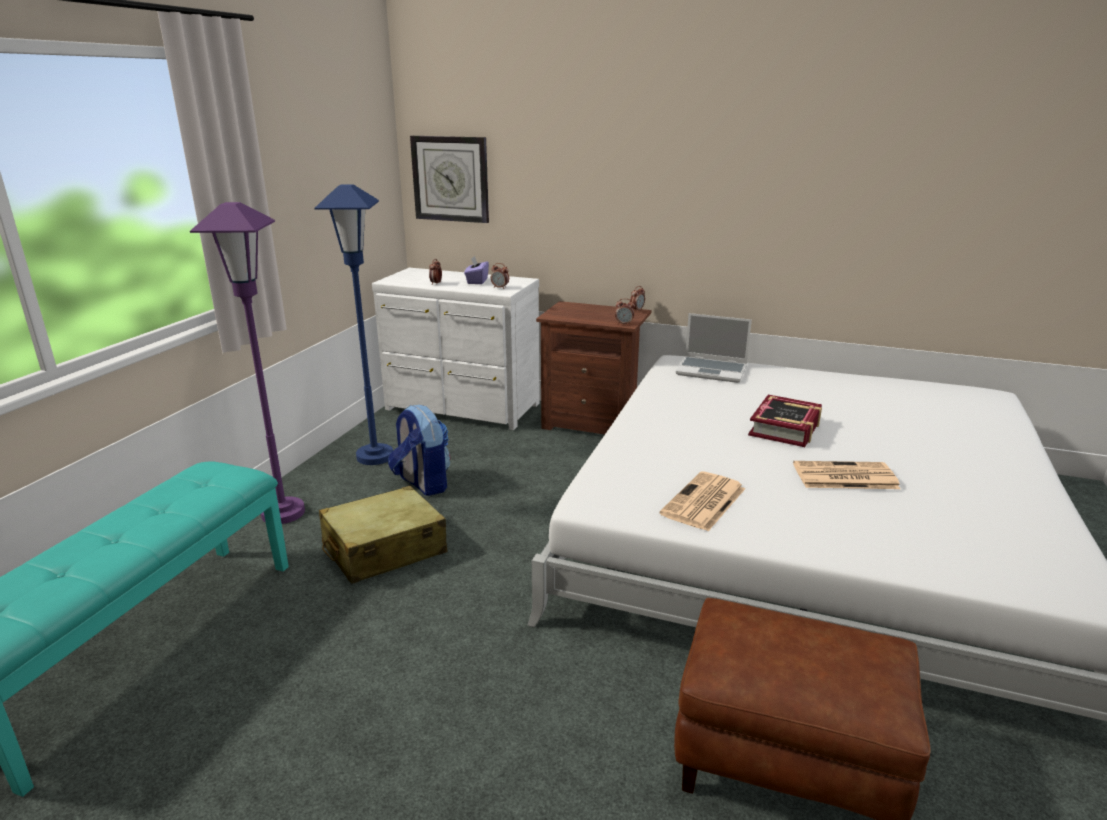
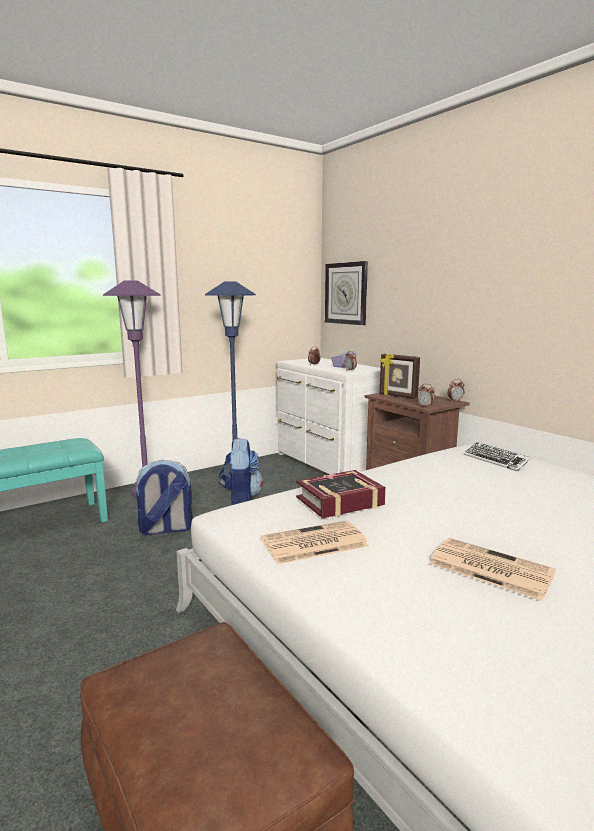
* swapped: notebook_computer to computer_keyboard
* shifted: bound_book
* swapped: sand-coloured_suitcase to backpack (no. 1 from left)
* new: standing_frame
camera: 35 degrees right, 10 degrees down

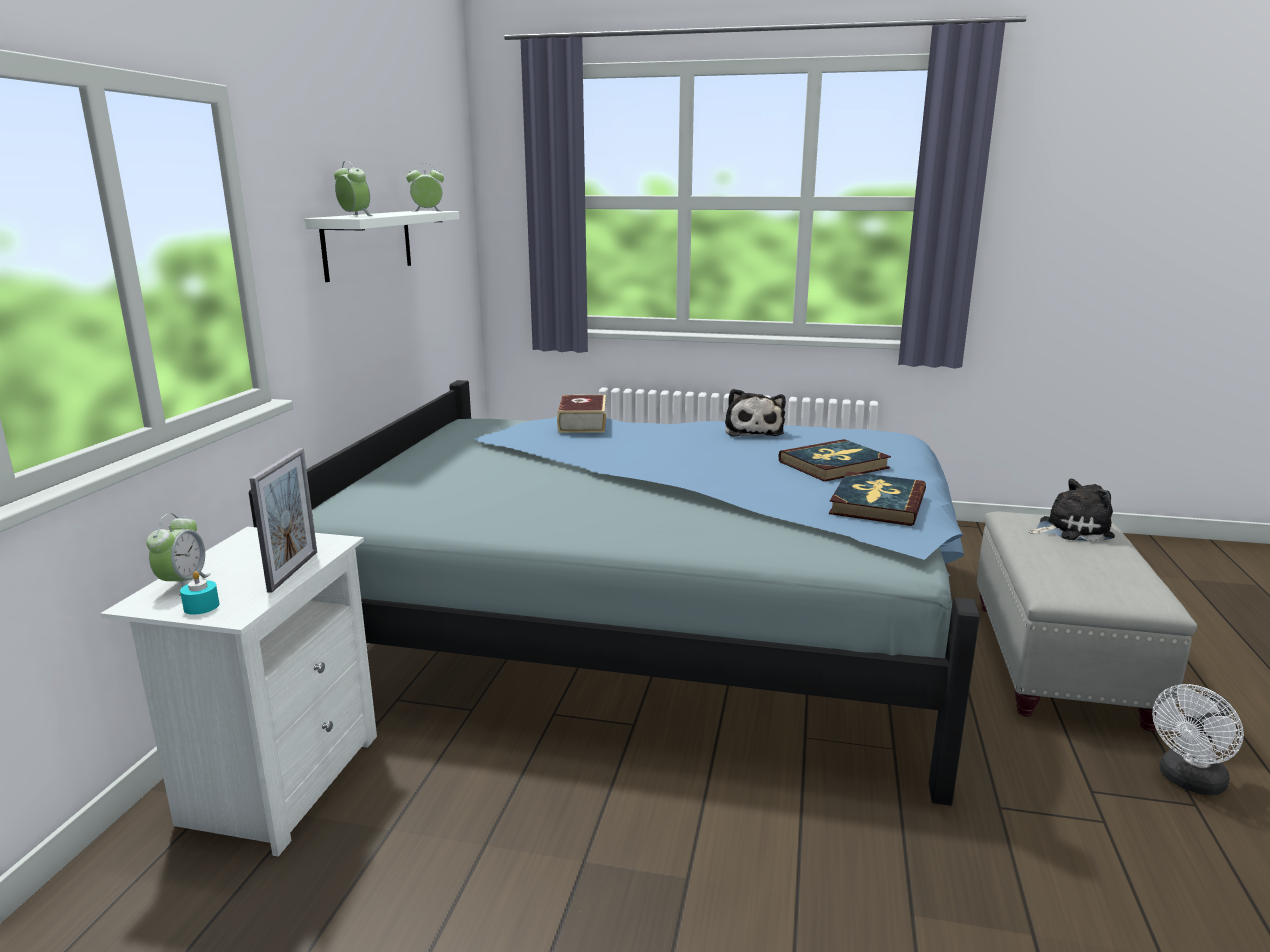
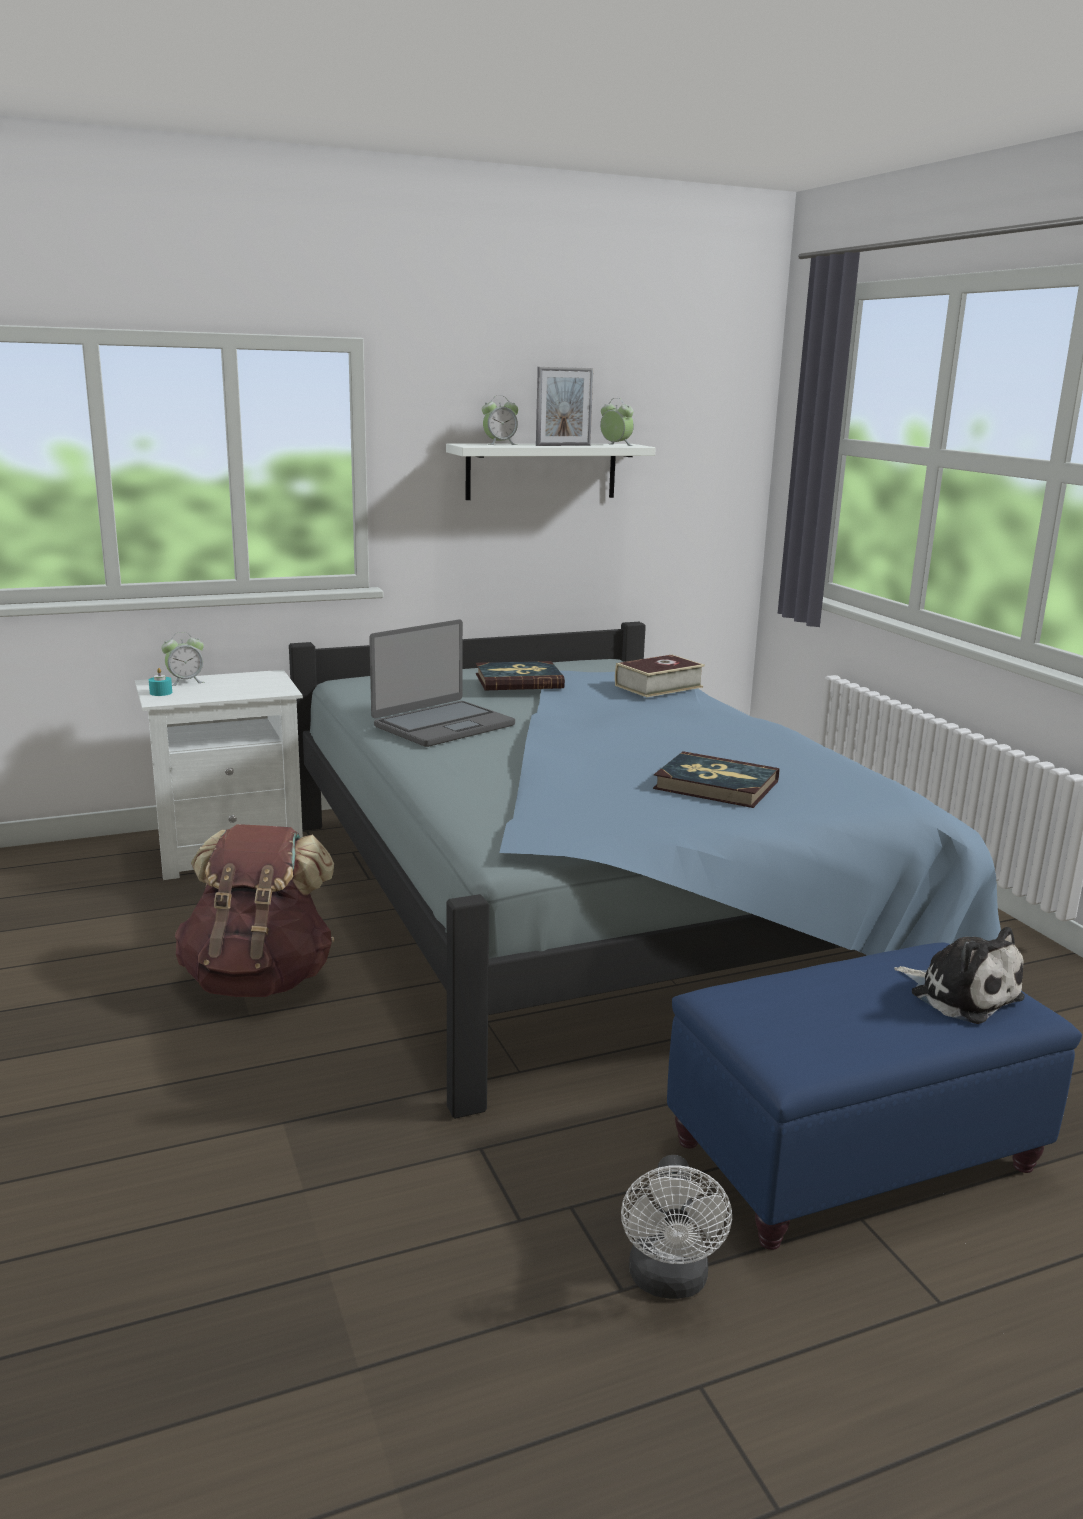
* rotated: bedside_clock (no. 2 from left) 60 degrees clockwise
* gone: soft_toy (no. 1 from left)
* shifted: standing_frame
* shifted: bound_book (no. 3 from left in the first image) to bound_book (no. 1 from left)
* repainted: gray_ottoman to blue-coloured_ottoman
* rotated: whitish_electric_fan 105 degrees counterclockwise
* new: notebook_computer
* new: brownish_backpack
camera: 55 degrees right, 0 degrees up

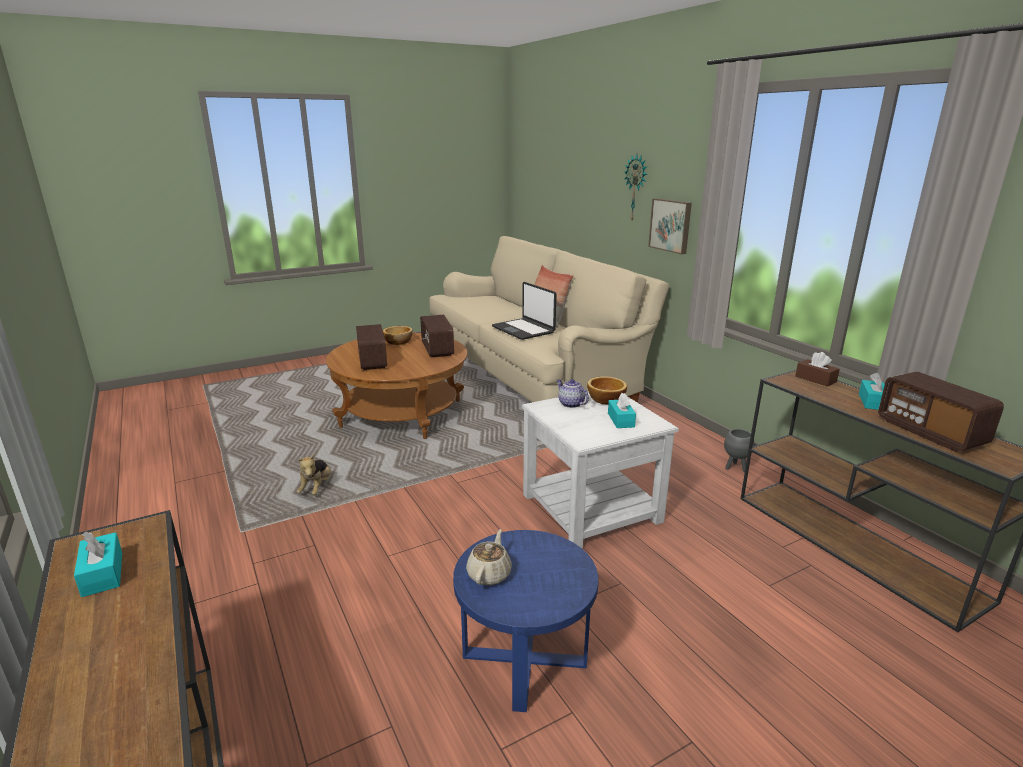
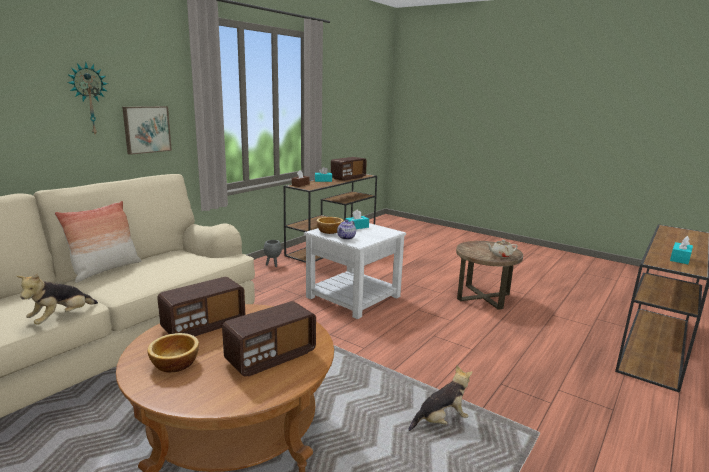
* gone: notebook_computer
* repainted: blue-coloured_end_table to brownish_end_table
* new: soft_toy (no. 1 from left)
camera: 115 degrees left, 5 degrees down

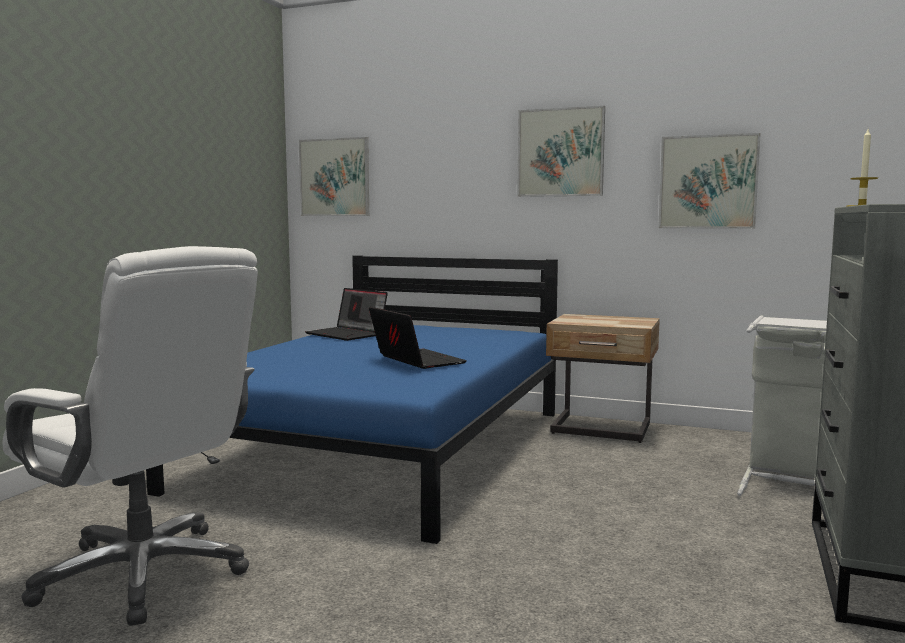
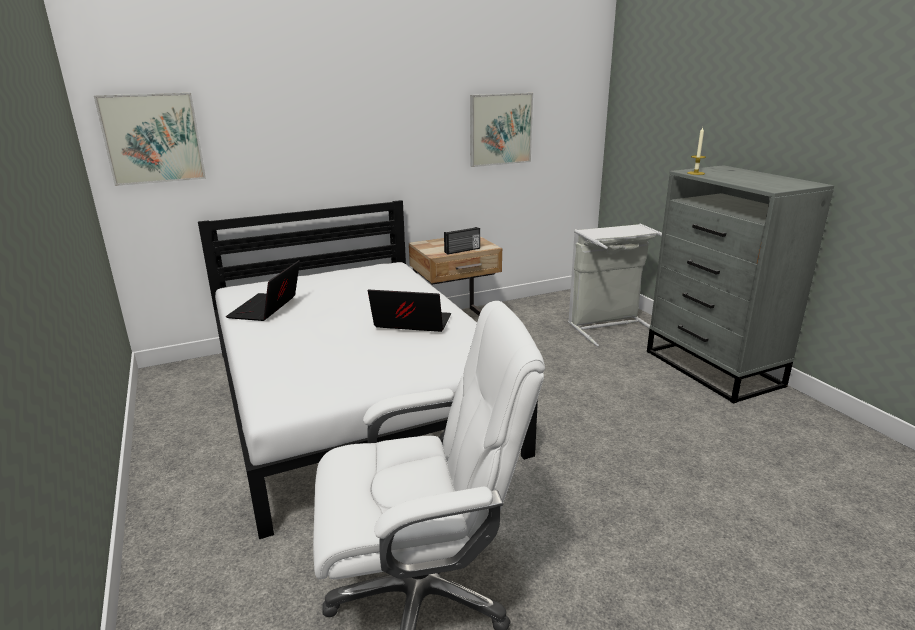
* gone: wall_art (no. 2 from left)
* repainted: blue-coloured_bed to whitish_bed
* rotated: notebook_computer (no. 1 from left) 105 degrees clockwise
* new: radio_set
camera: 45 degrees left, 15 degrees up

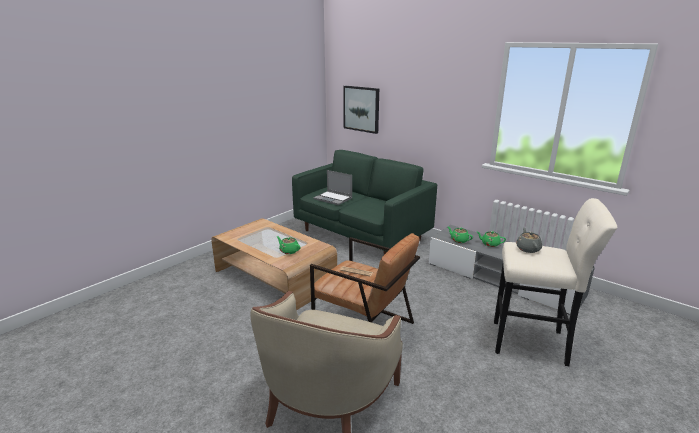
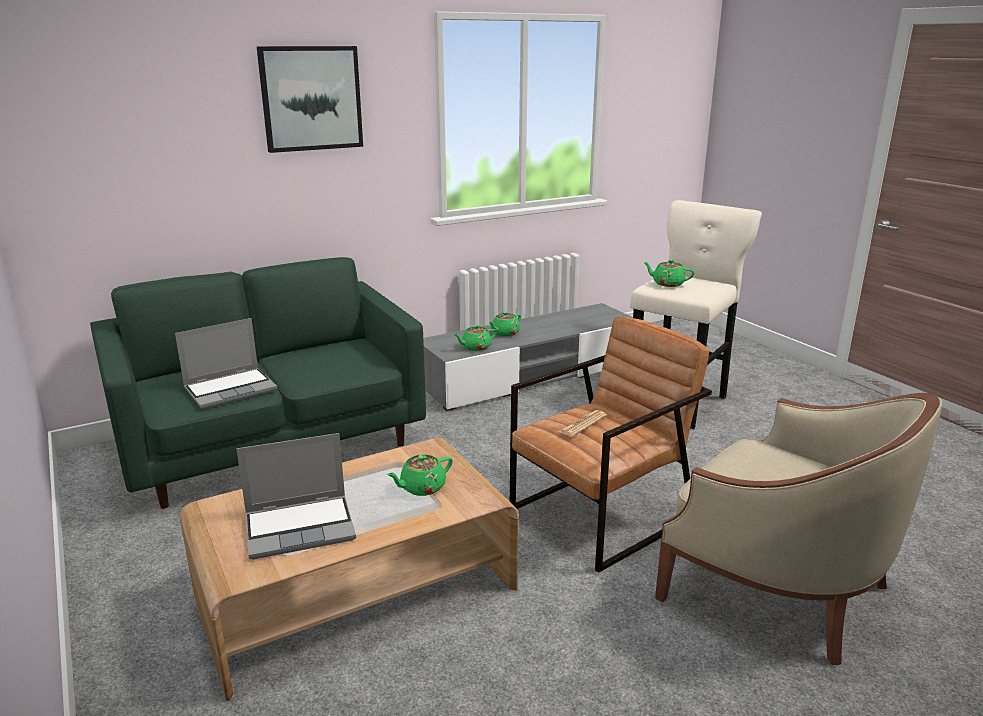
* shifted: wall_art
* repainted: gray_tea_pot to green-coloured_tea_pot (no. 4 from left)
* new: notebook_computer (no. 2 from left)
camera: 70 degrees left, 0 degrees up

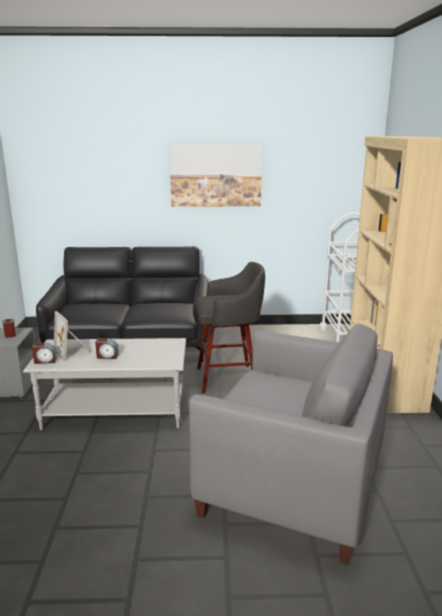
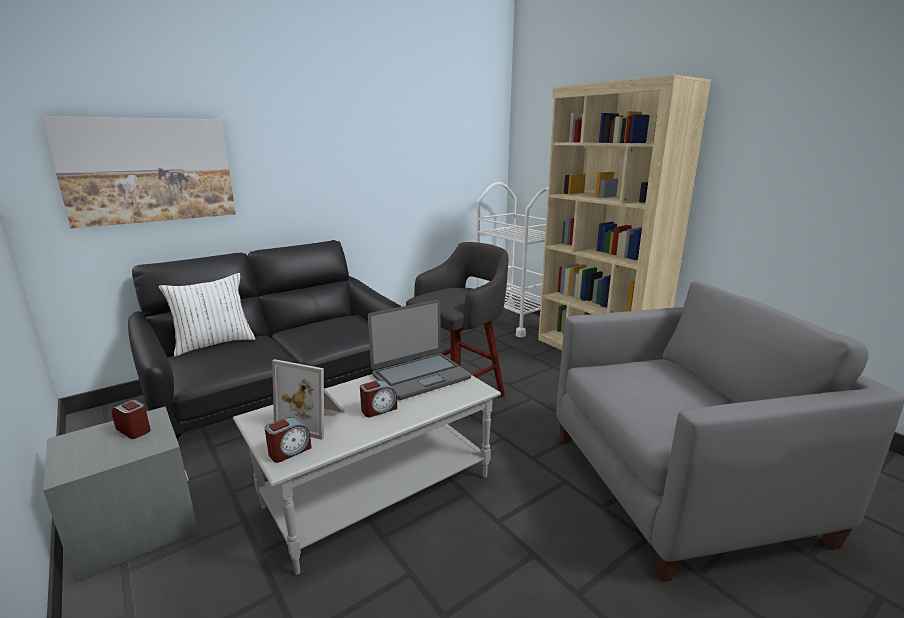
* shifted: wall_art
* new: whitish_throw_pillow
* new: notebook_computer
camera: 35 degrees left, 0 degrees up

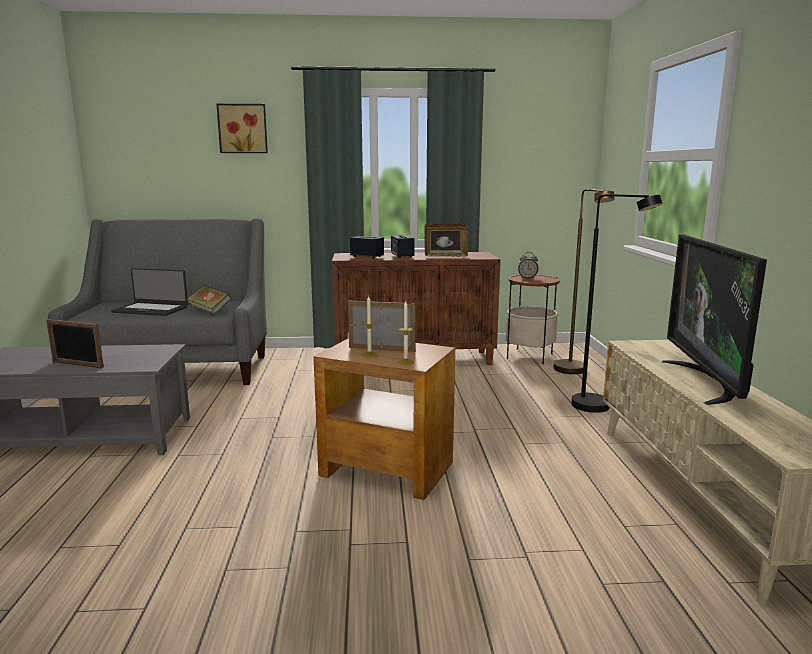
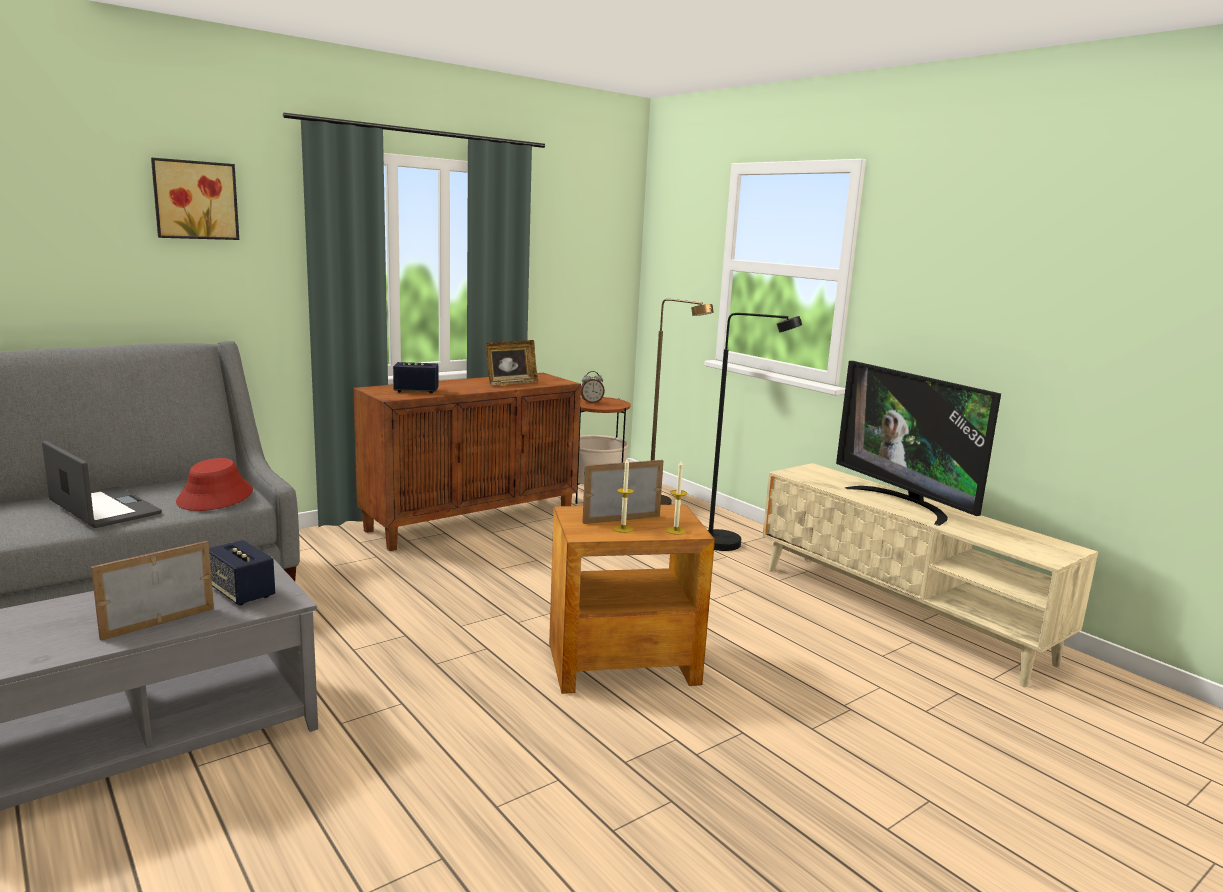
* shifted: loudspeaker (no. 2 from left in the first image) to loudspeaker (no. 1 from left)
* rotated: notebook_computer 120 degrees counterclockwise
* swapped: bound_book to red-coloured_clothing_hat
* rotated: standing_frame (no. 1 from left) 150 degrees clockwise
camera: 35 degrees left, 0 degrees up

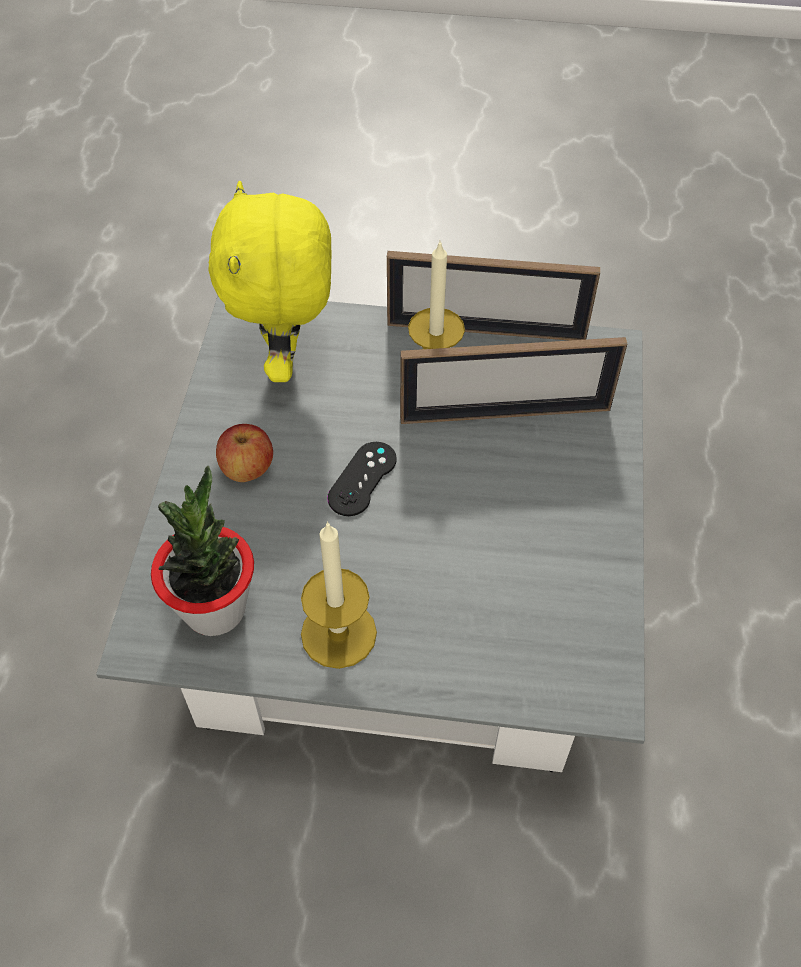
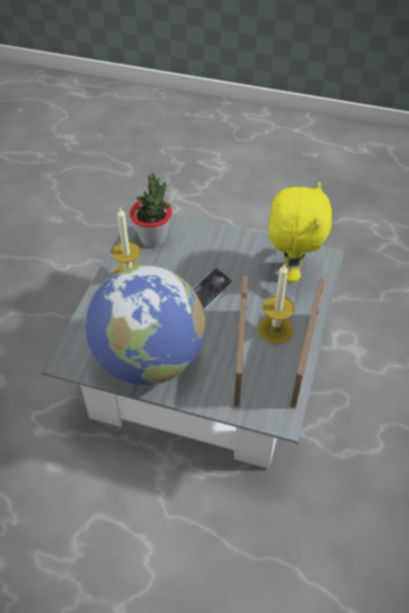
* rotated: yellow_soft_toy 90 degrees clockwise
* gone: whole_apple
* swapped: black-coloured_game_controller to phone
* new: globe
camera: 100 degrees right, 5 degrees down

